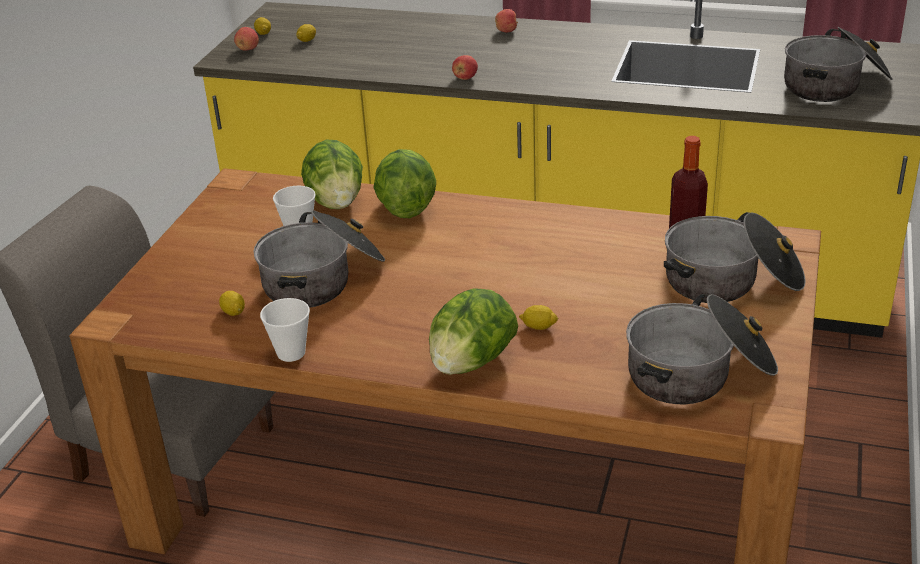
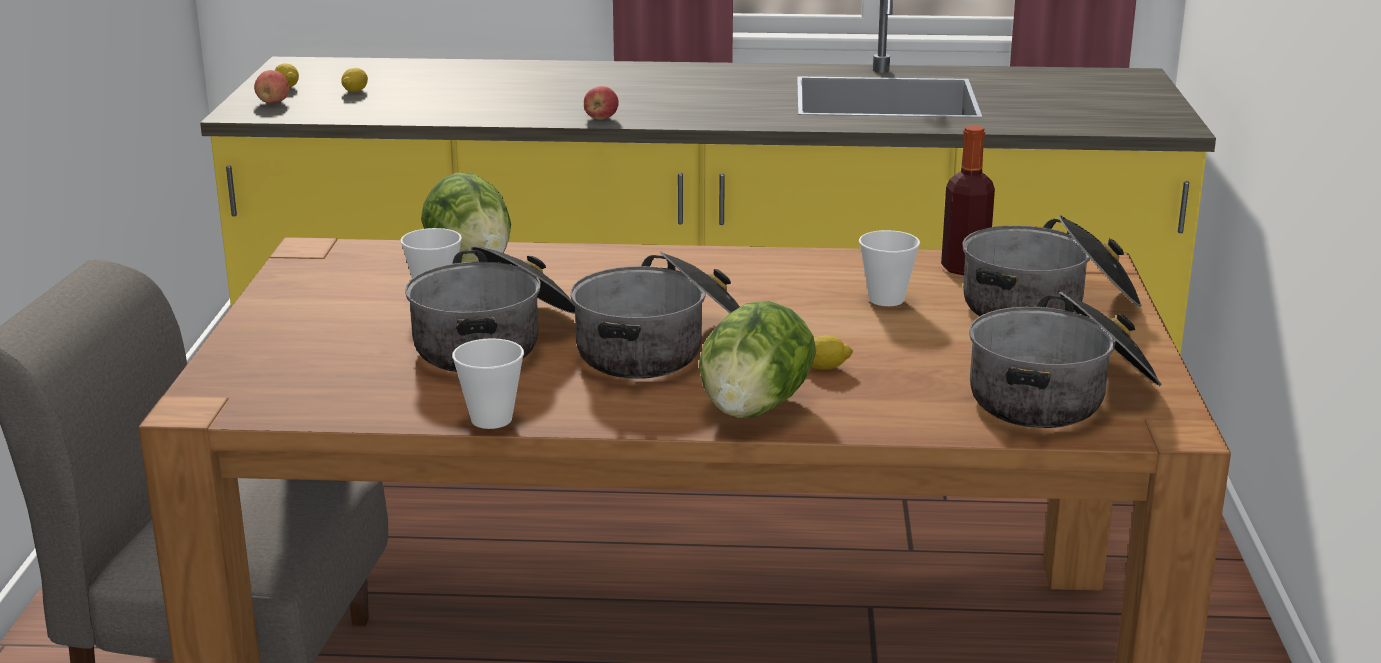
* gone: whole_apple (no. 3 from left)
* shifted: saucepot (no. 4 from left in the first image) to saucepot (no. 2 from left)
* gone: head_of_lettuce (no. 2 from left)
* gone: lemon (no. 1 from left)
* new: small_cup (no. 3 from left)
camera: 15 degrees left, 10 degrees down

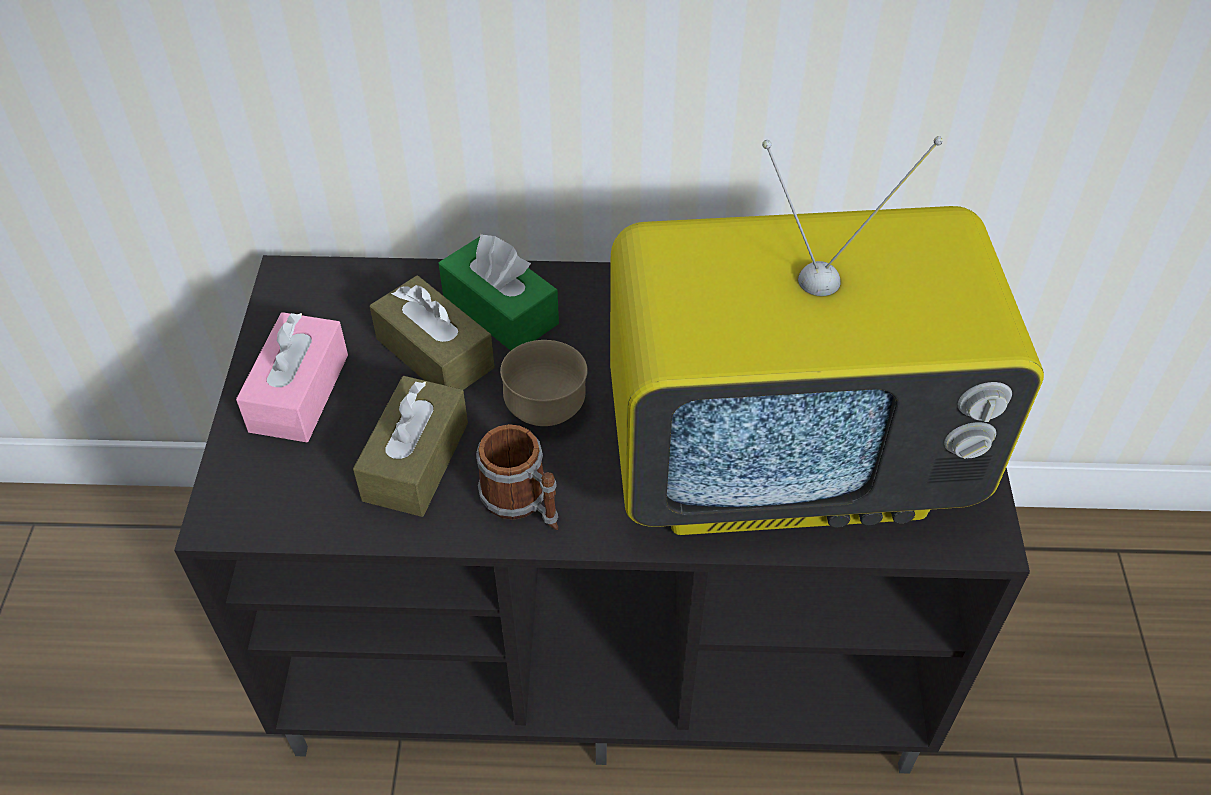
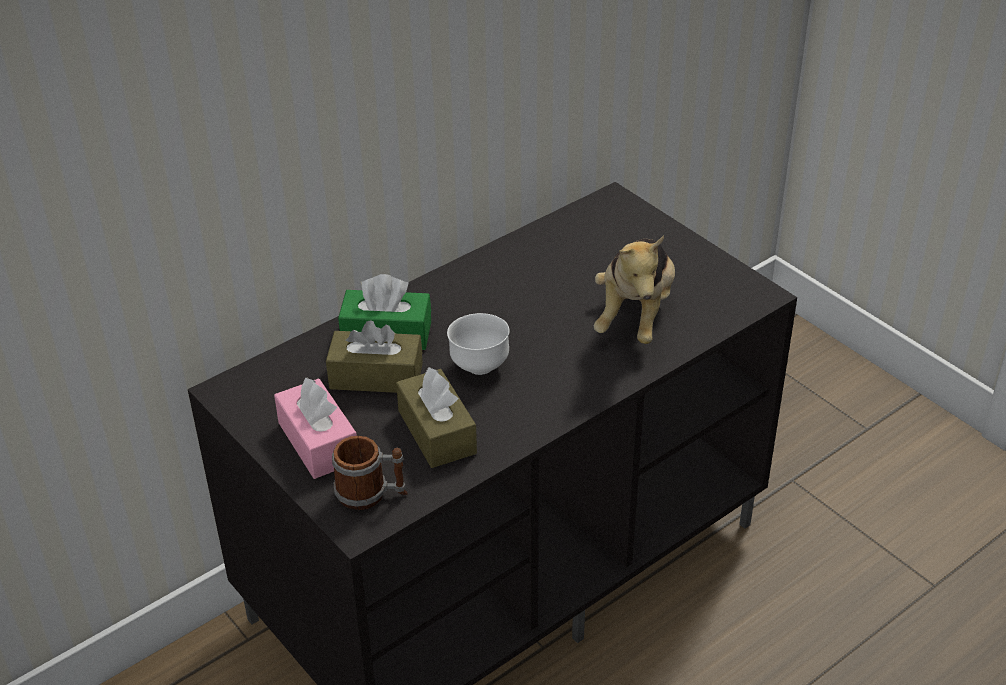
* swapped: TV to soft_toy
* repainted: brownish_serving_bowl to whitish_serving_bowl
* shifted: mug
camera: 40 degrees left, 10 degrees down

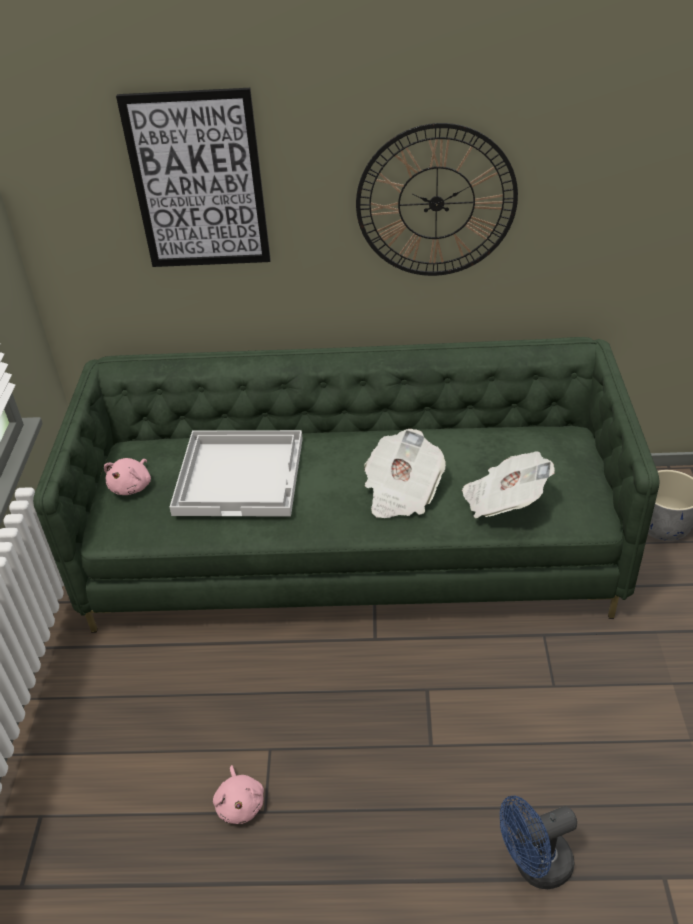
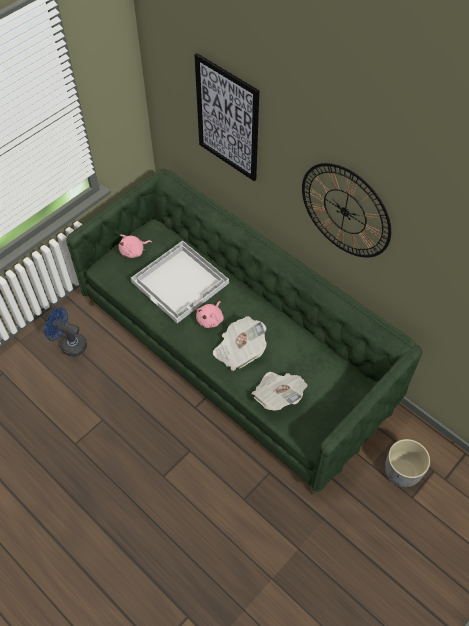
* shifted: pinkish_soft_toy (no. 2 from left)
* shifted: blue-coloured_electric_fan
camera: 40 degrees right, 15 degrees up

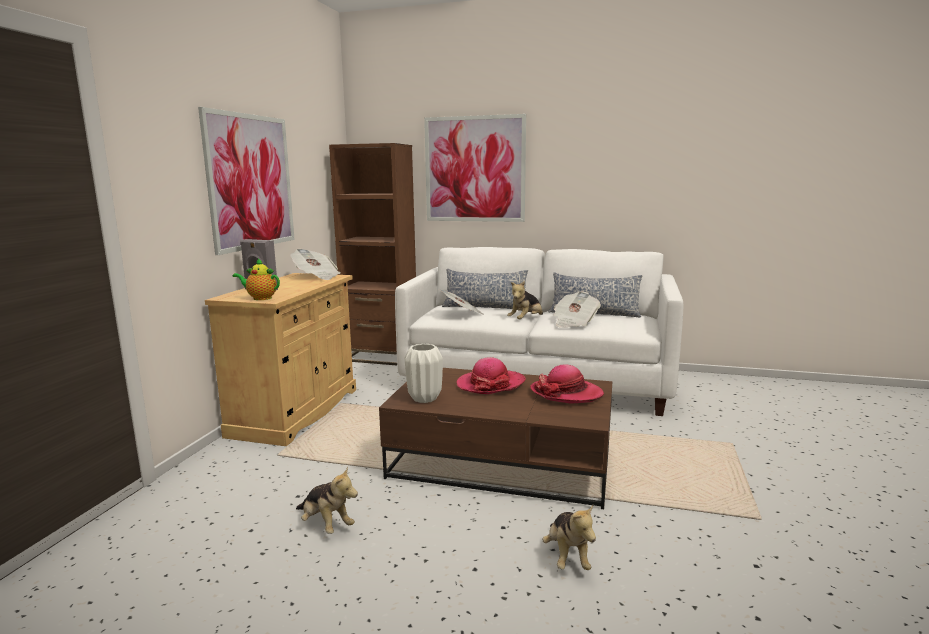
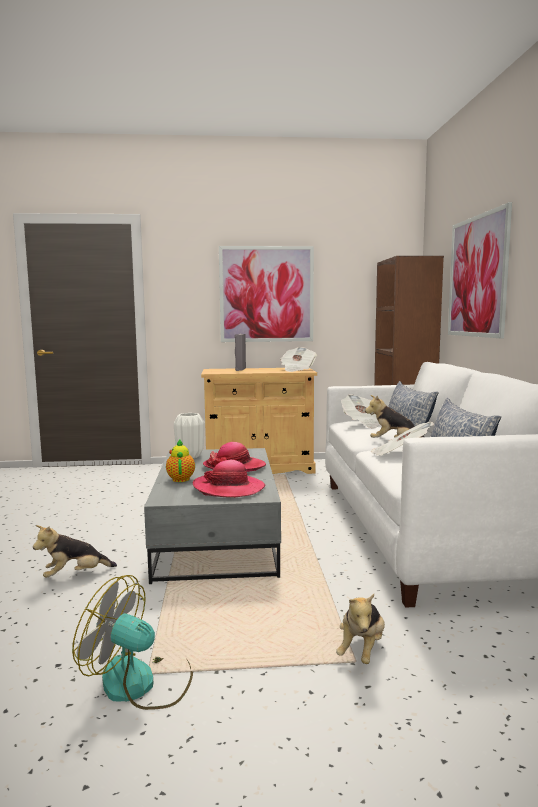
* shifted: tea_pot
* repainted: brownish_coffee_table to gray_coffee_table
* shifted: soft_toy (no. 1 from left in the first image) to soft_toy (no. 2 from left)
* new: electric_fan
camera: 70 degrees right, 5 degrees down

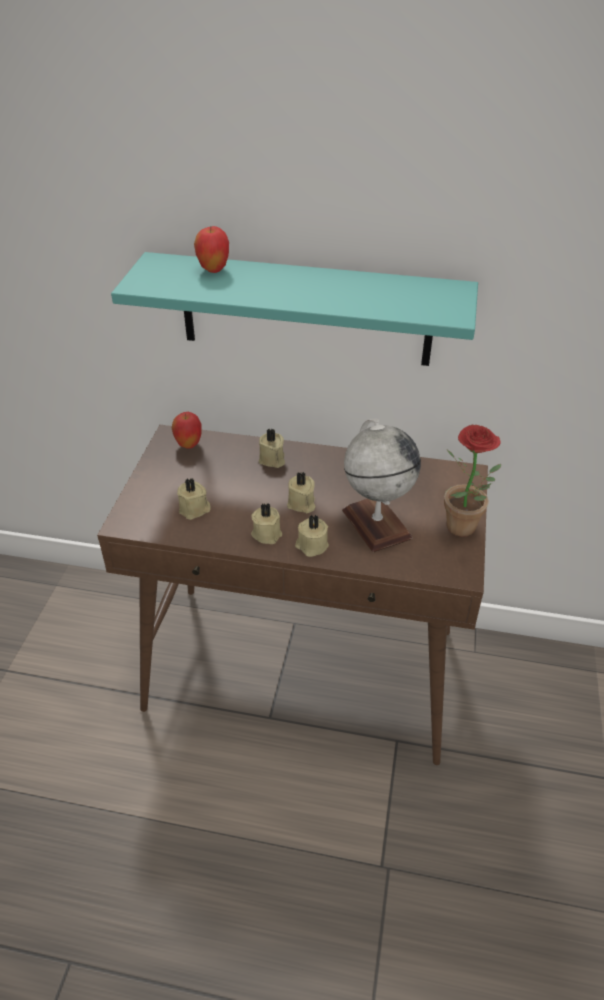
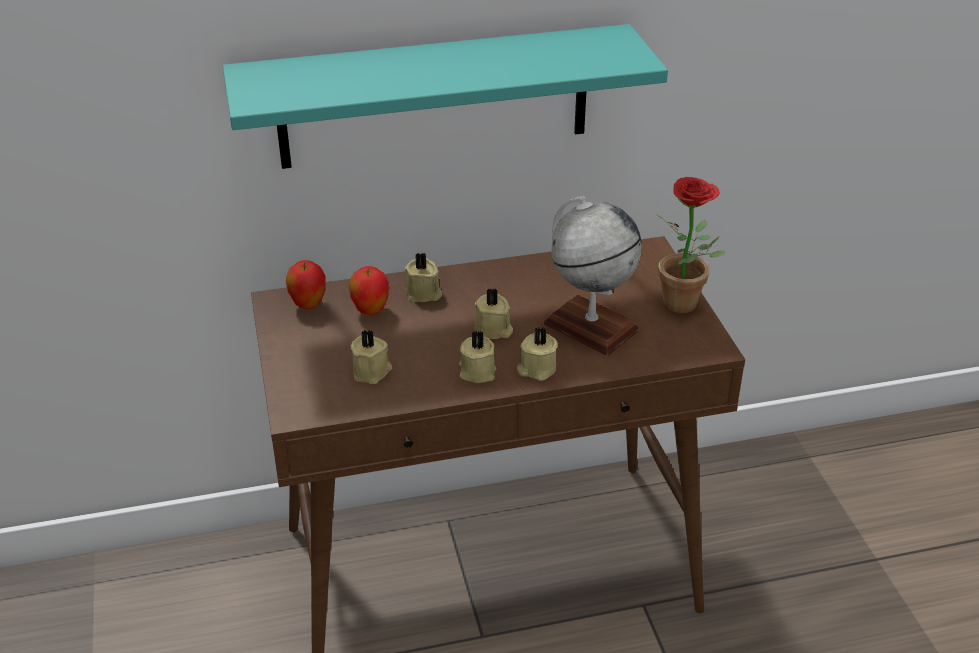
* shifted: whole_apple (no. 2 from left)
camera: 25 degrees left, 5 degrees down

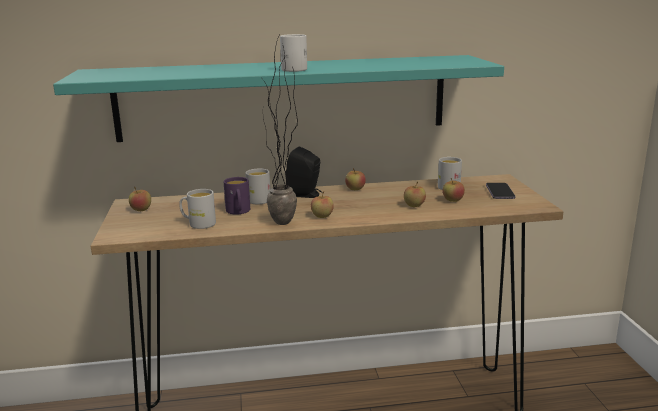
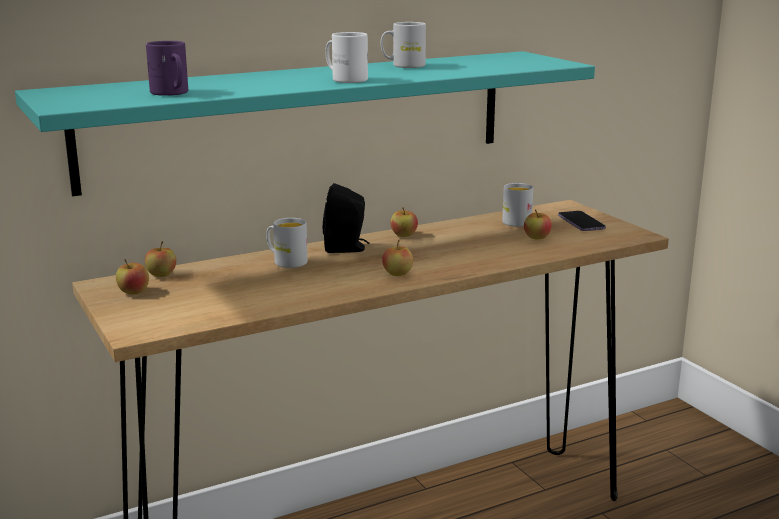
* gone: potted_plant
* shifted: purple-coloured_mug
* shifted: whole_apple (no. 4 from left in the first image) to whole_apple (no. 2 from left)
* shifted: whitish_mug (no. 1 from left in the first image) to whitish_mug (no. 3 from left)
camera: 20 degrees left, 0 degrees up

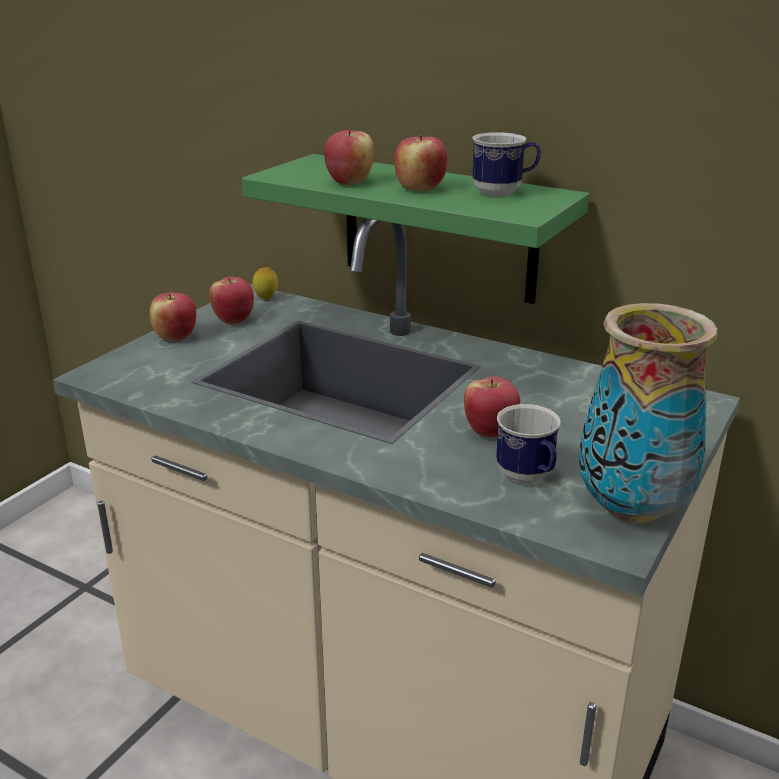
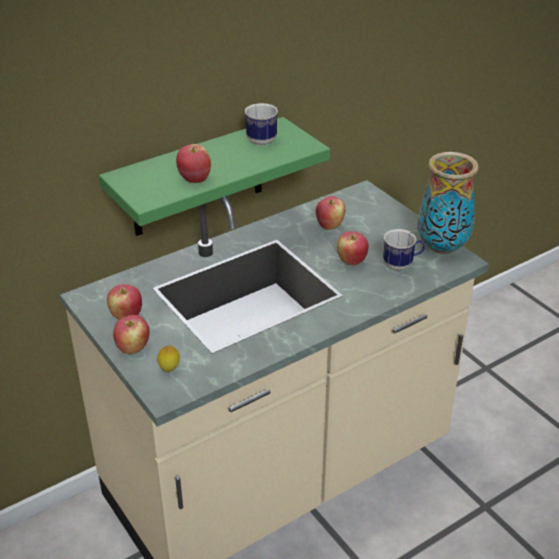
* shifted: whole_apple (no. 4 from left)
* shifted: lemon
camera: 65 degrees left, 10 degrees up

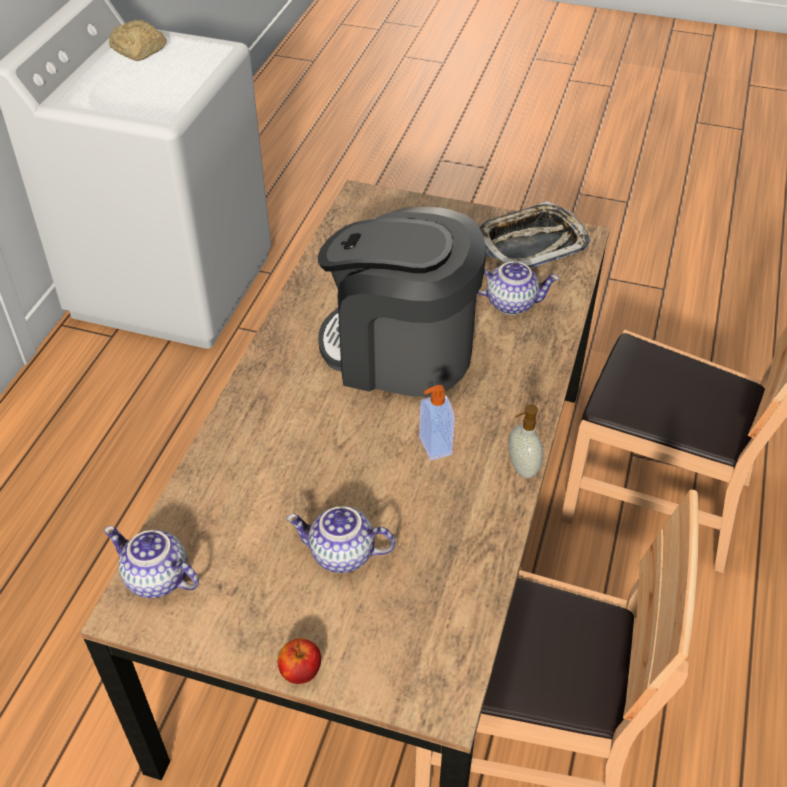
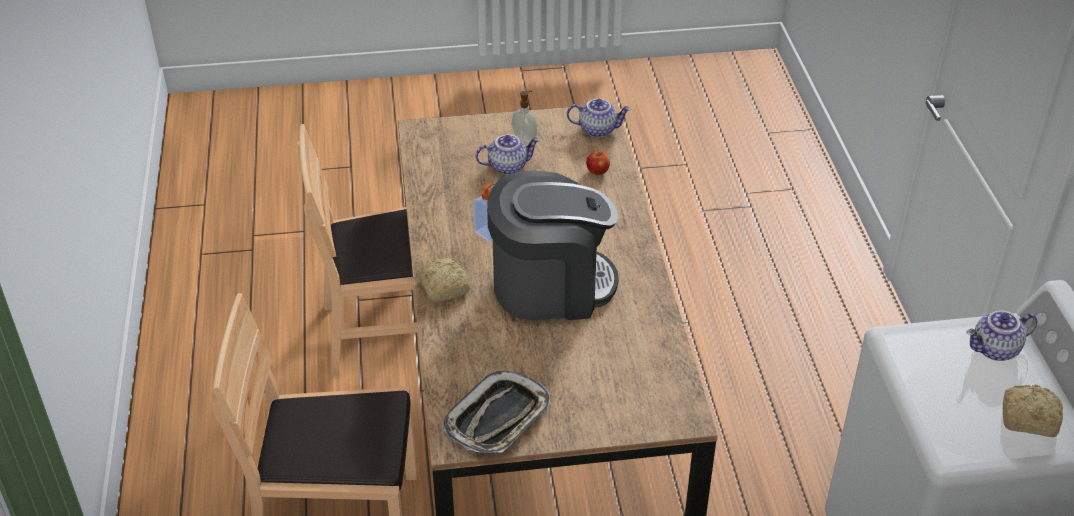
* shifted: tea_pot (no. 3 from left)
* shifted: soap_bottle (no. 2 from left)
* shifted: whole_apple
* new: baked_bread (no. 1 from left)
camera: 155 degrees right, 5 degrees down

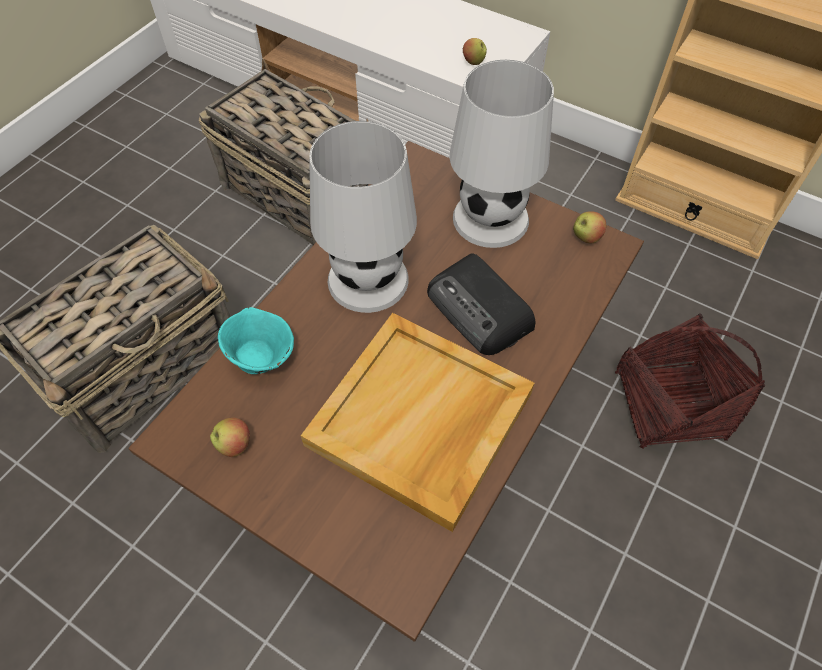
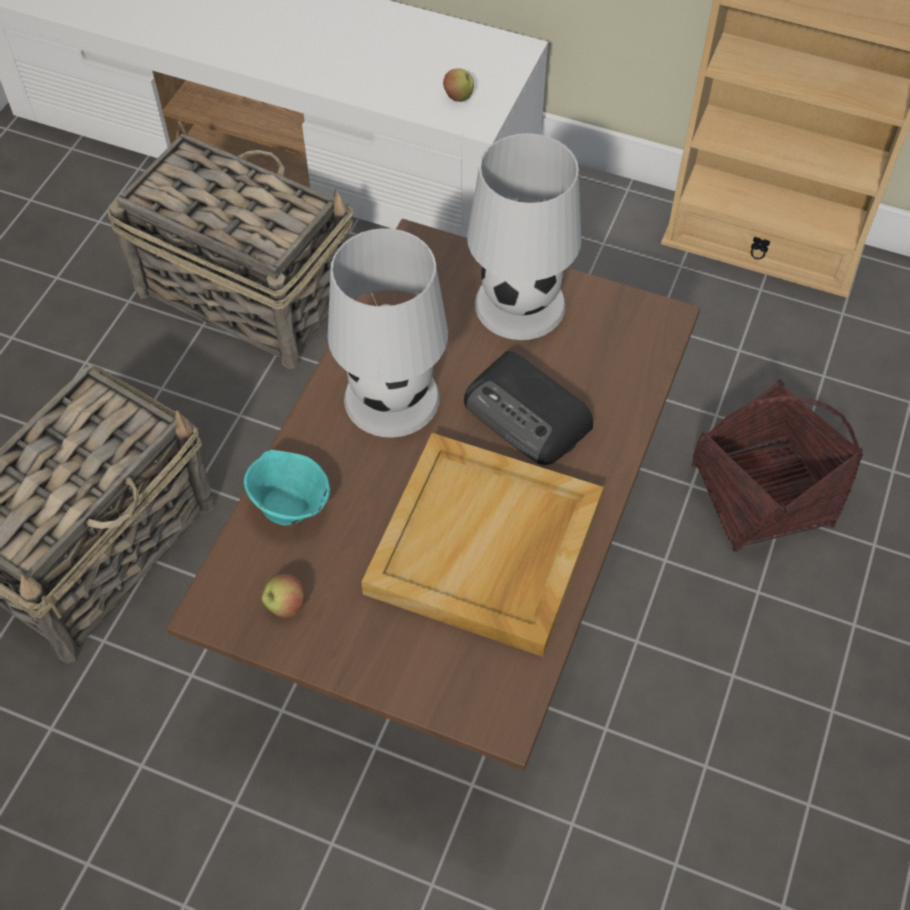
* gone: whole_apple (no. 3 from left)
camera: 10 degrees left, 0 degrees up

